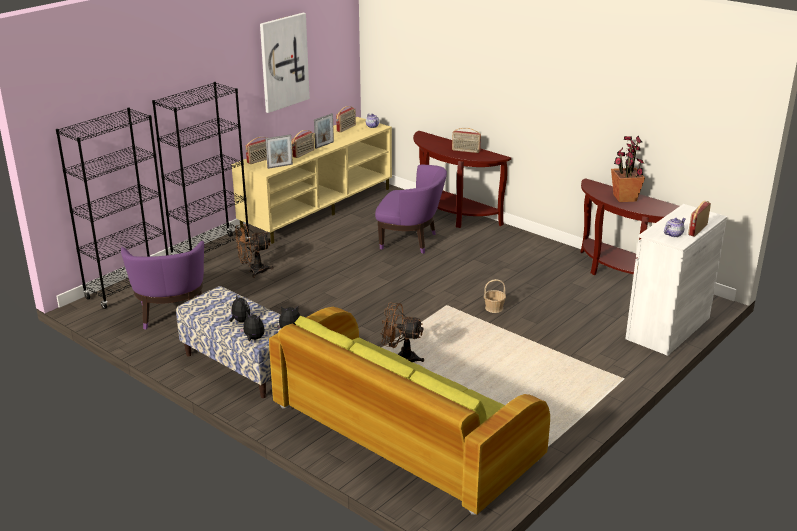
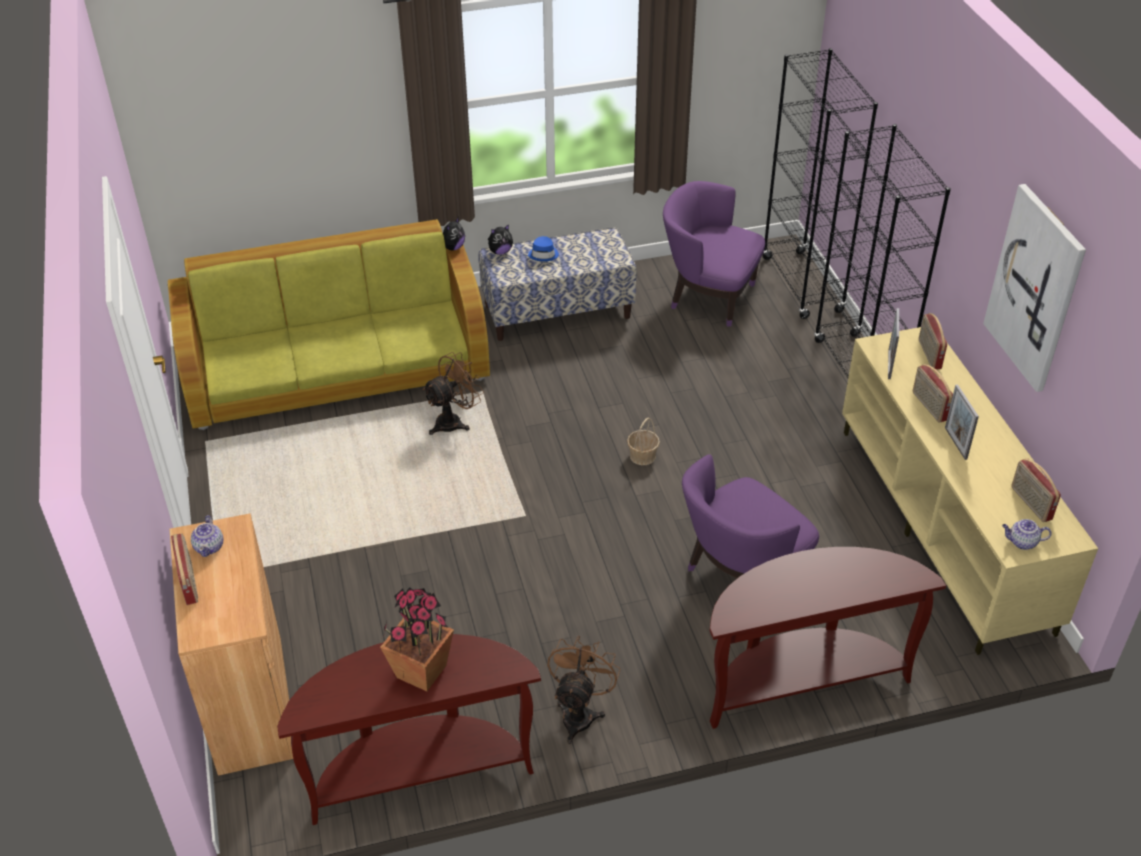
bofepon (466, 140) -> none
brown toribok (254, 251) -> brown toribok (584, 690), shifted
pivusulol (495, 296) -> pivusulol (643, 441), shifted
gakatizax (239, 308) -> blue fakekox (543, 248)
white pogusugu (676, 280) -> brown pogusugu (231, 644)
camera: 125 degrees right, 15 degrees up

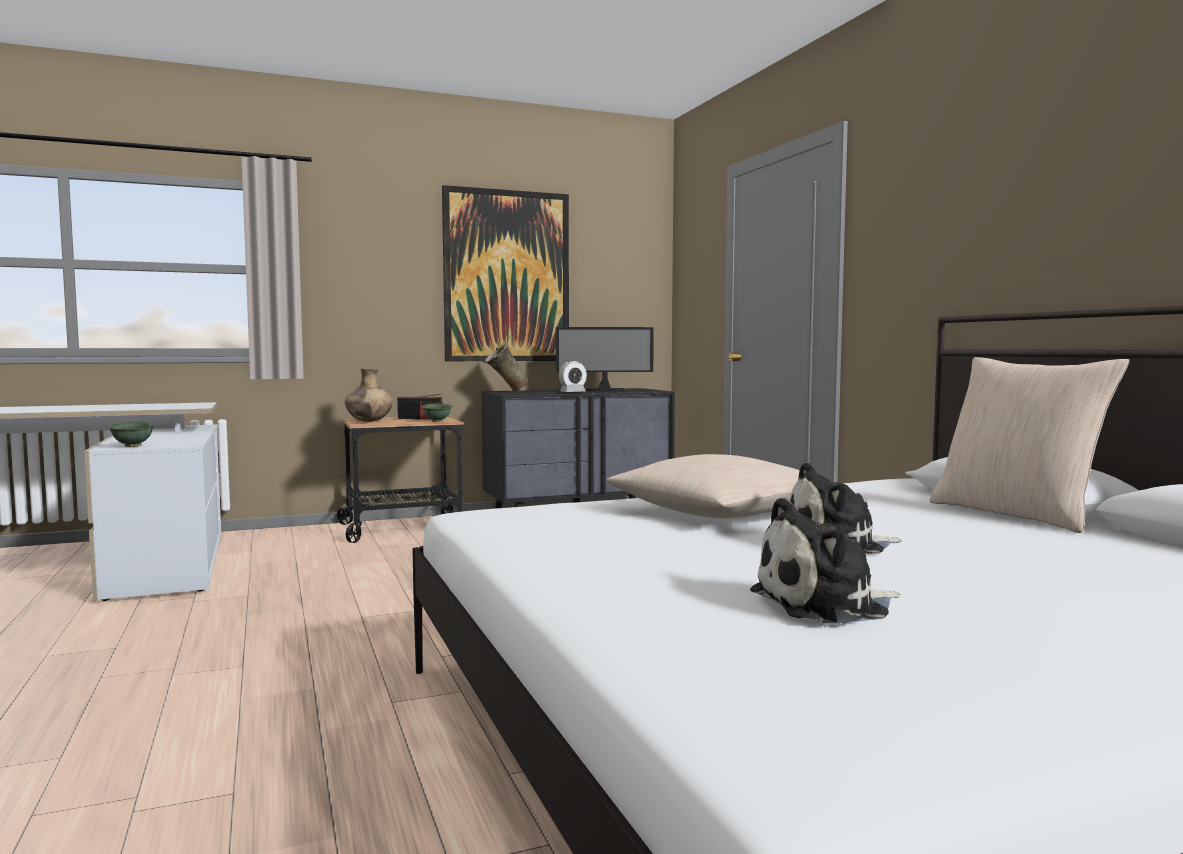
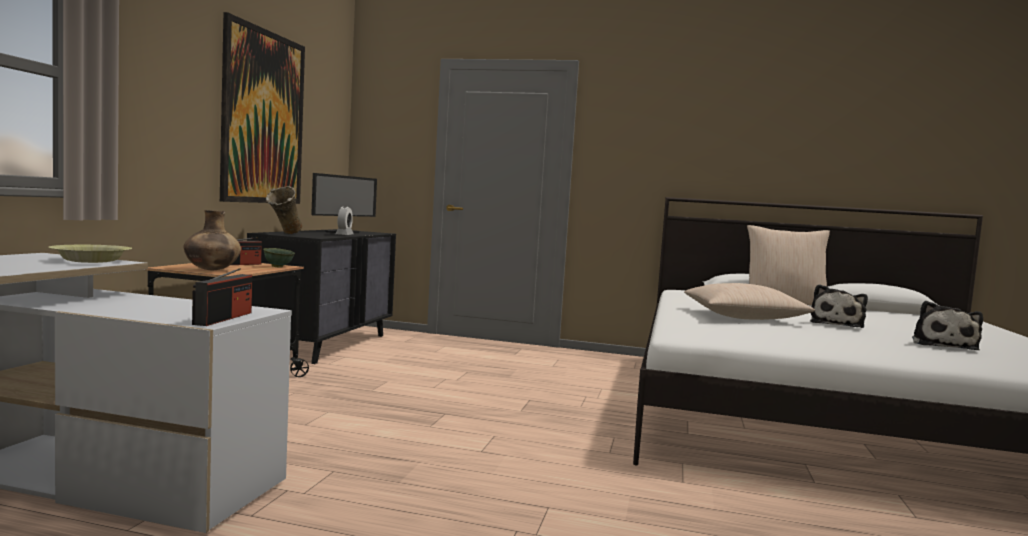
none -> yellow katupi (90, 254)
green katupi (131, 434) -> bofepon (222, 297)
camera: 55 degrees left, 0 degrees up

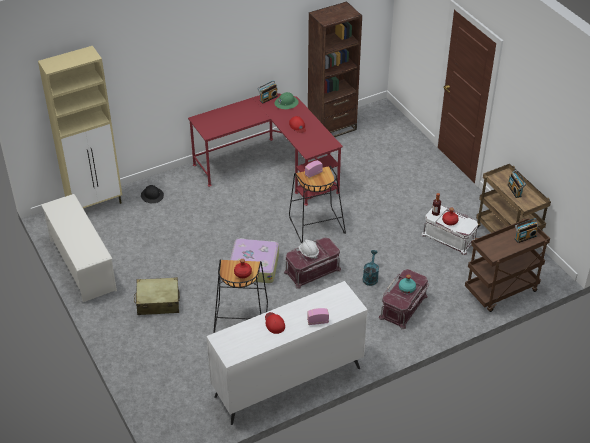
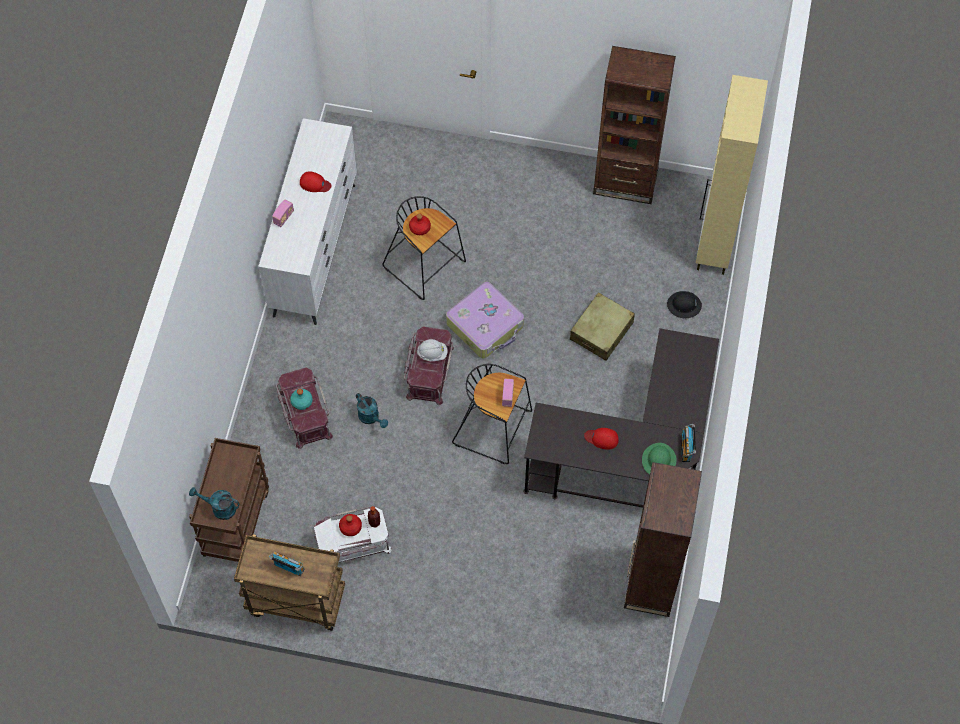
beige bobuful (157, 296) -> beige bobuful (602, 326), shifted
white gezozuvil (79, 248) -> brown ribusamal (634, 125)
bofepon (526, 230) -> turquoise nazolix (214, 503)
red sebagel (265, 149) -> black sebagel (621, 418)
camera: 130 degrees right, 20 degrees up

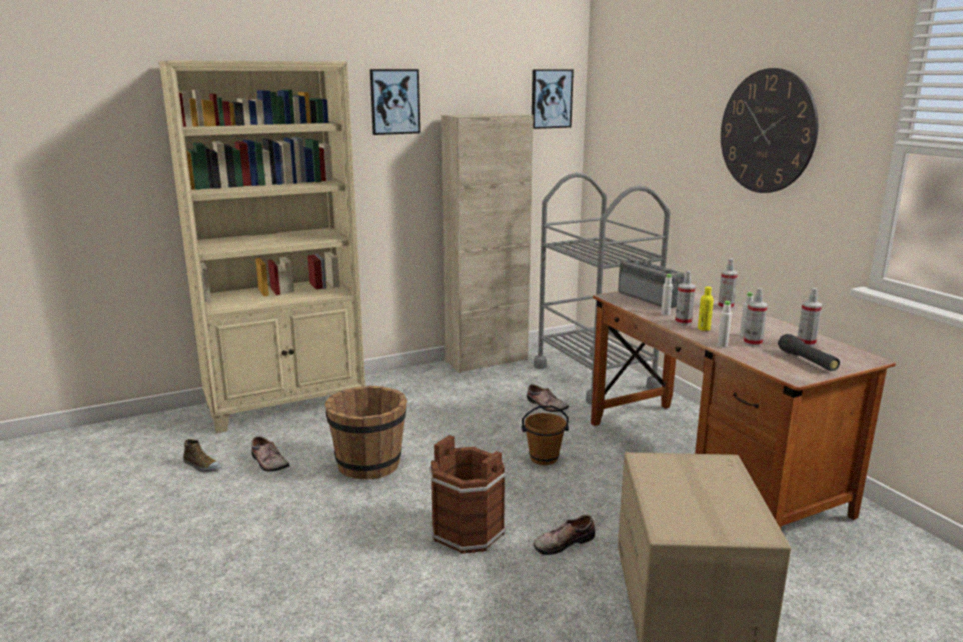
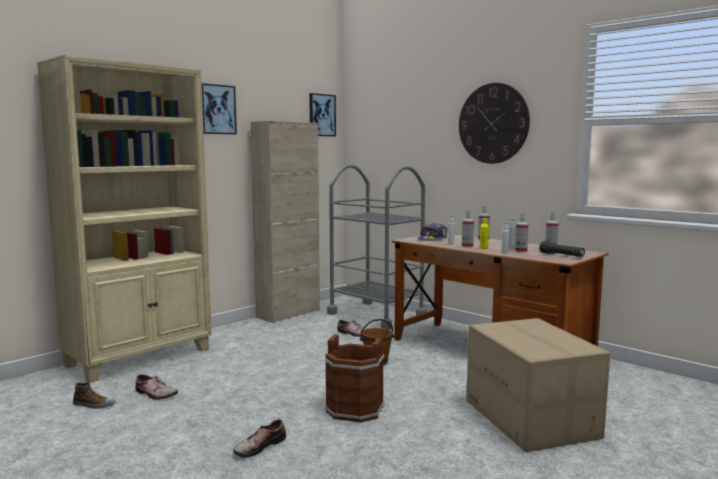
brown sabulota (366, 432) -> none
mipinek (564, 535) -> mipinek (259, 438), shifted
bofepon (651, 283) -> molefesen (433, 232)
camera: 20 degrees left, 10 degrees down

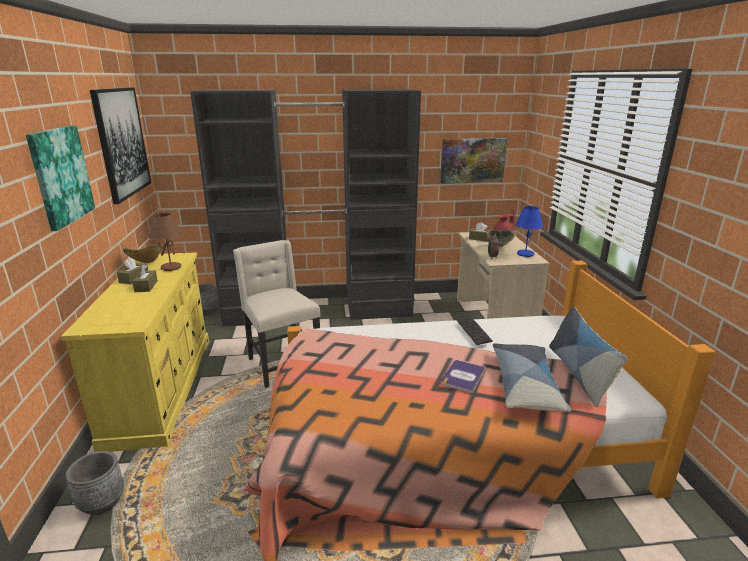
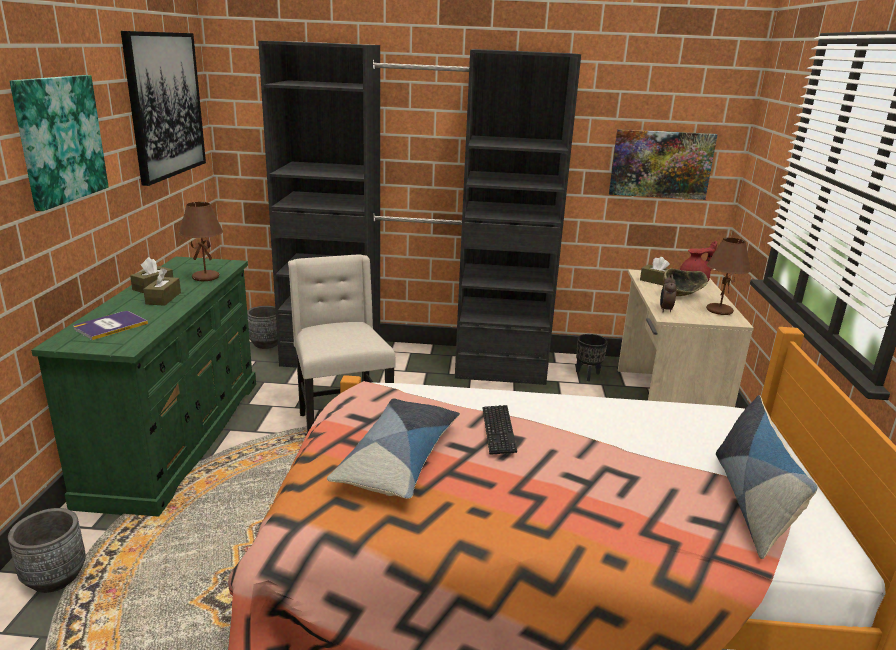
katupi (142, 253) -> none
none -> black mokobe (592, 357)
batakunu (463, 376) -> batakunu (111, 325), shifted
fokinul (474, 330) -> fokinul (499, 430), shifted
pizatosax (532, 377) -> pizatosax (393, 448), shifted
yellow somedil (135, 352) -> green somedil (143, 387)
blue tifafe (529, 231) -> brown tifafe (728, 276)
camera: 10 degrees right, 0 degrees up

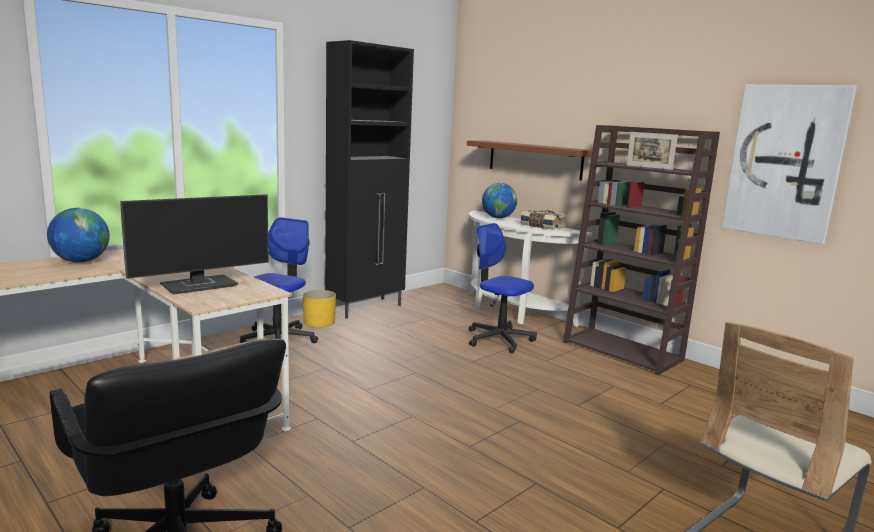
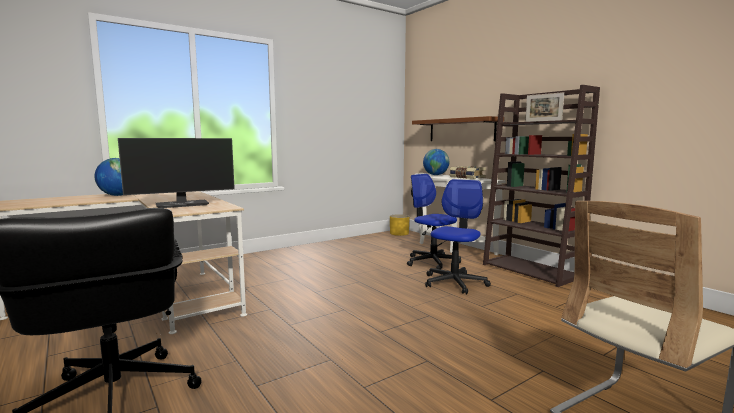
black pogusugu (369, 179) -> none
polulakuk (789, 164) -> none
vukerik (279, 280) -> vukerik (458, 236), shifted
yellow mokobe (319, 308) -> yellow mokobe (400, 225), shifted
camera: 10 degrees right, 5 degrees down

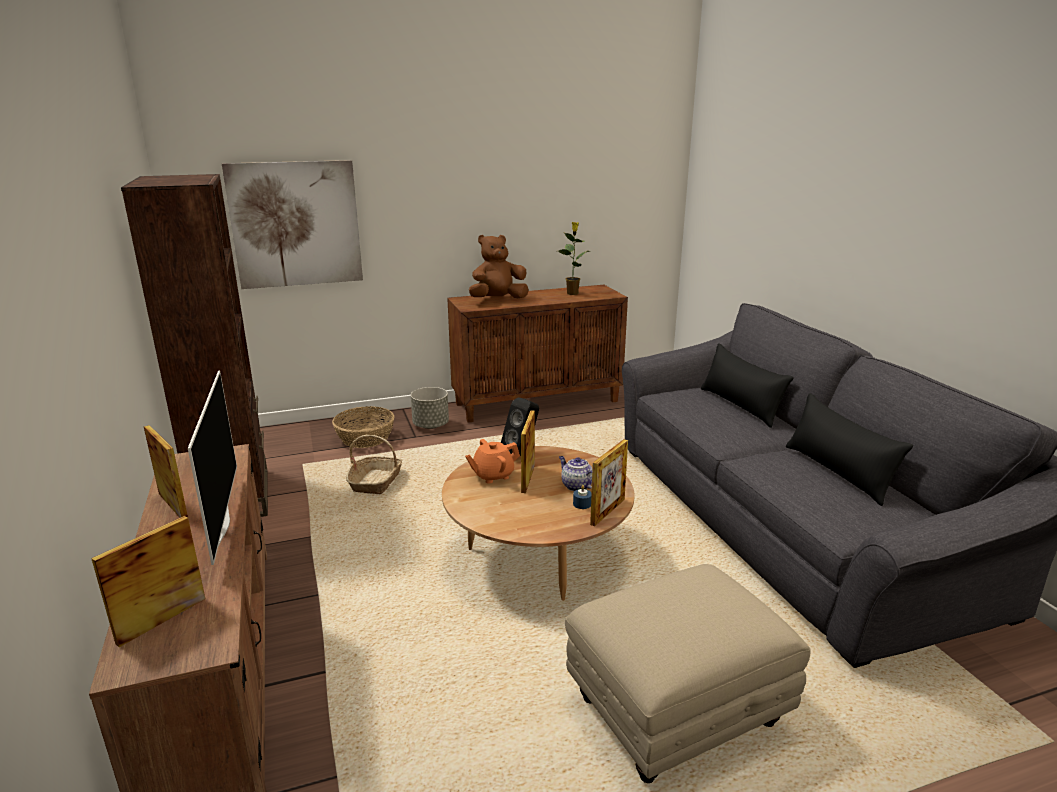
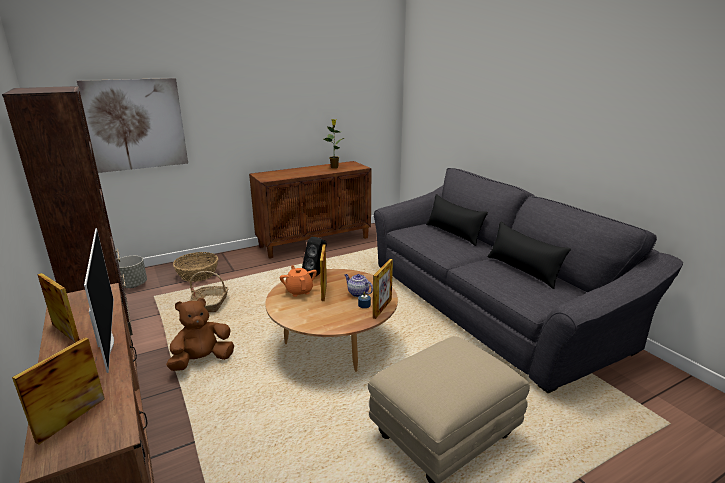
grey mokobe (430, 408) -> grey mokobe (132, 272), shifted
brown gakatizax (499, 267) -> brown gakatizax (200, 334), shifted
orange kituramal (492, 461) -> orange kituramal (298, 281), 105 degrees clockwise
camera: 10 degrees left, 0 degrees up

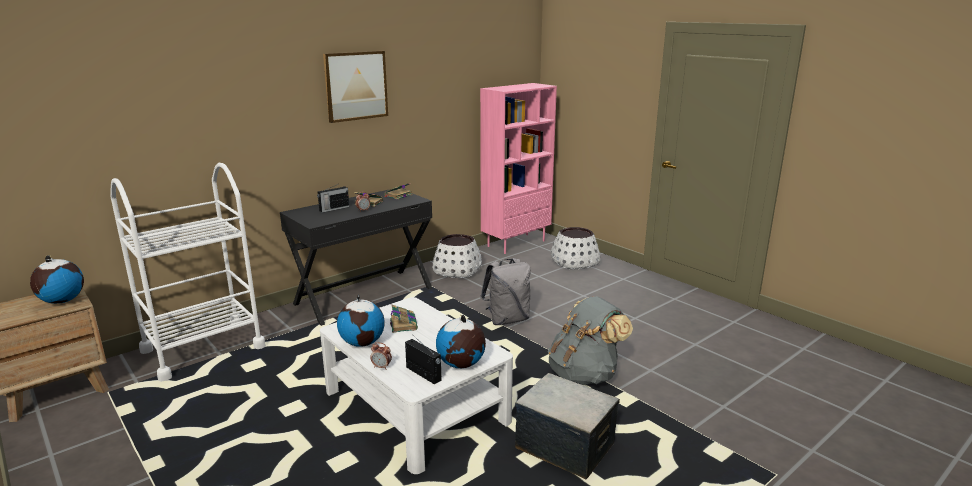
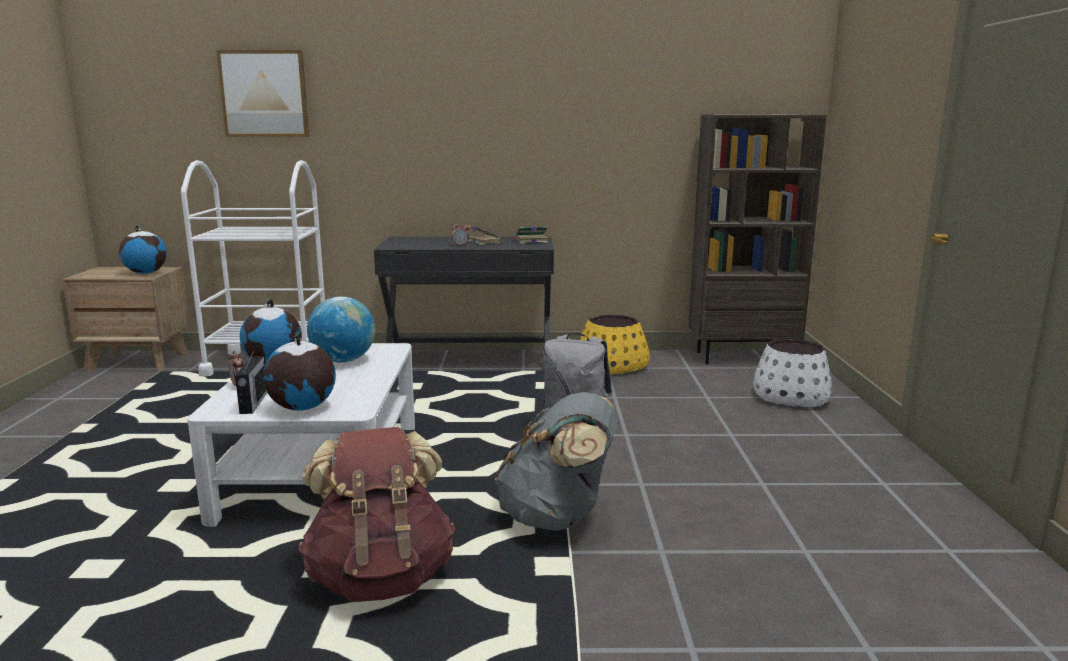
bofepon (333, 198) -> none
polulakuk (355, 87) -> polulakuk (262, 93), shifted
batakunu (404, 319) -> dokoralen (341, 329)
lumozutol (567, 426) -> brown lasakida (377, 514)
white mokobe (457, 256) -> yellow mokobe (614, 344)
pink ribusamal (518, 168) -> brown ribusamal (758, 239)
camera: 40 degrees right, 5 degrees down

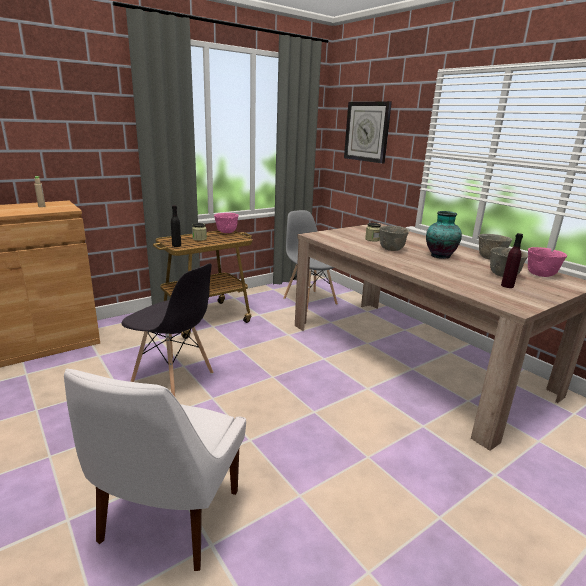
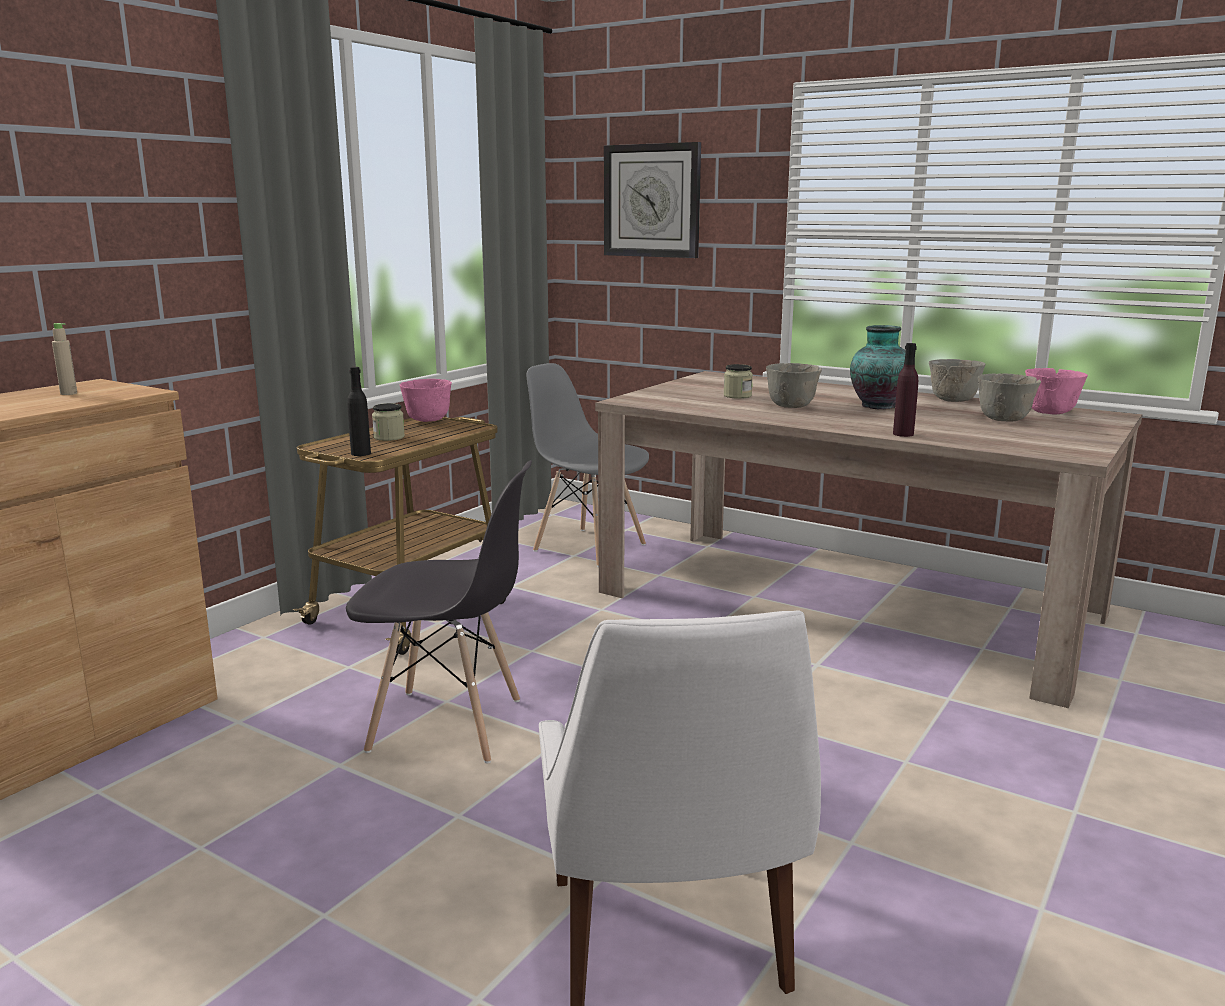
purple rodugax (512, 260) -> purple rodugax (905, 390), shifted
camera: 20 degrees left, 5 degrees down

